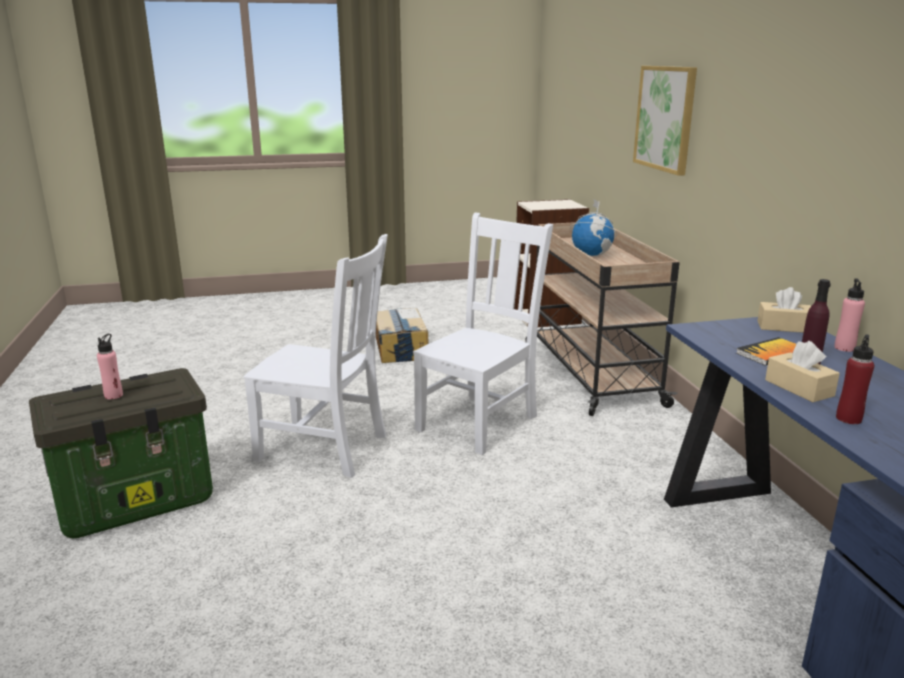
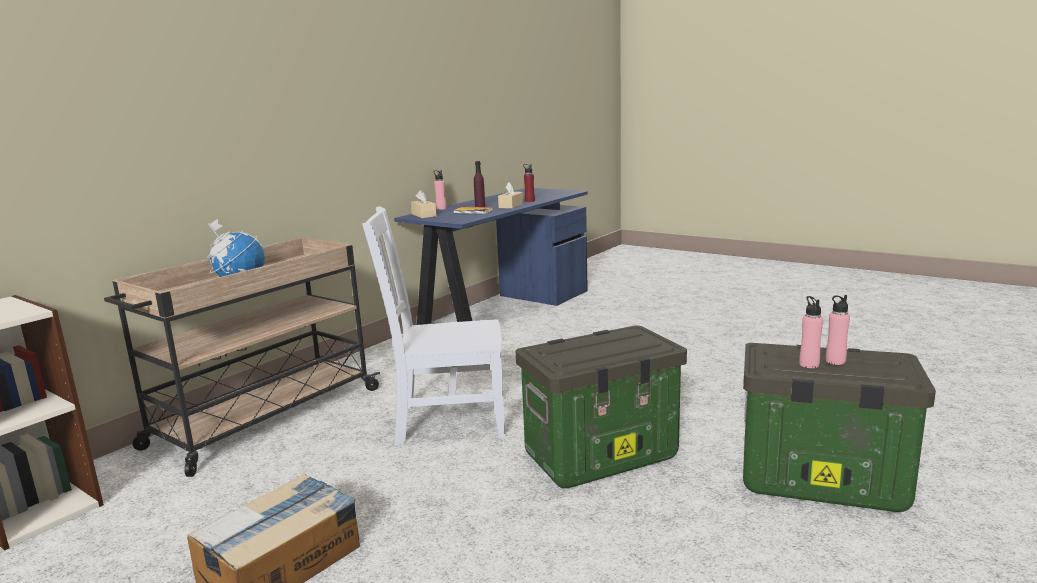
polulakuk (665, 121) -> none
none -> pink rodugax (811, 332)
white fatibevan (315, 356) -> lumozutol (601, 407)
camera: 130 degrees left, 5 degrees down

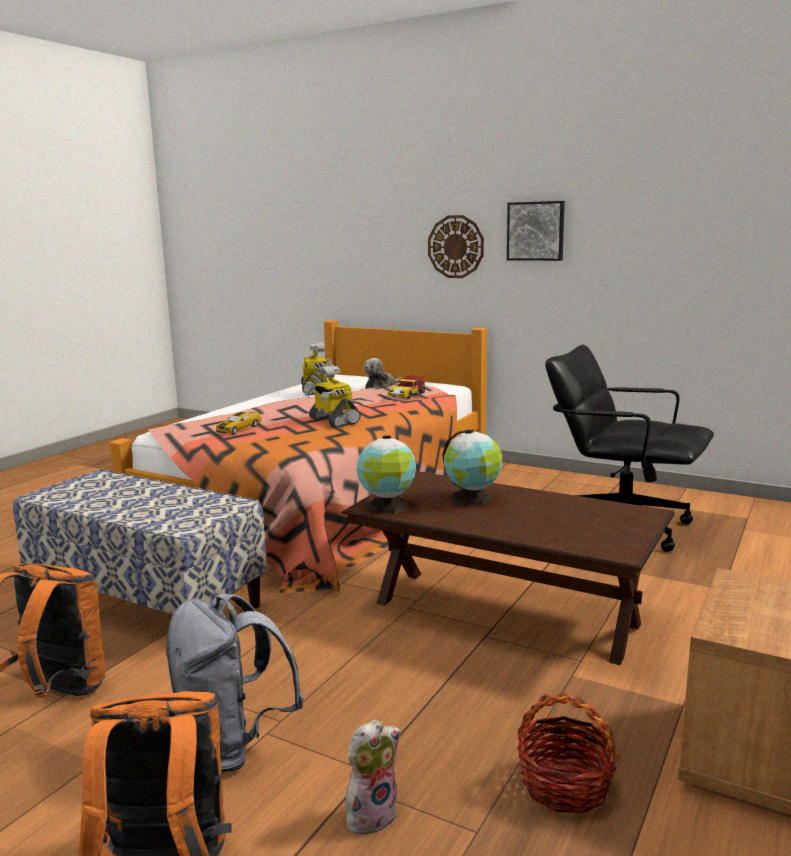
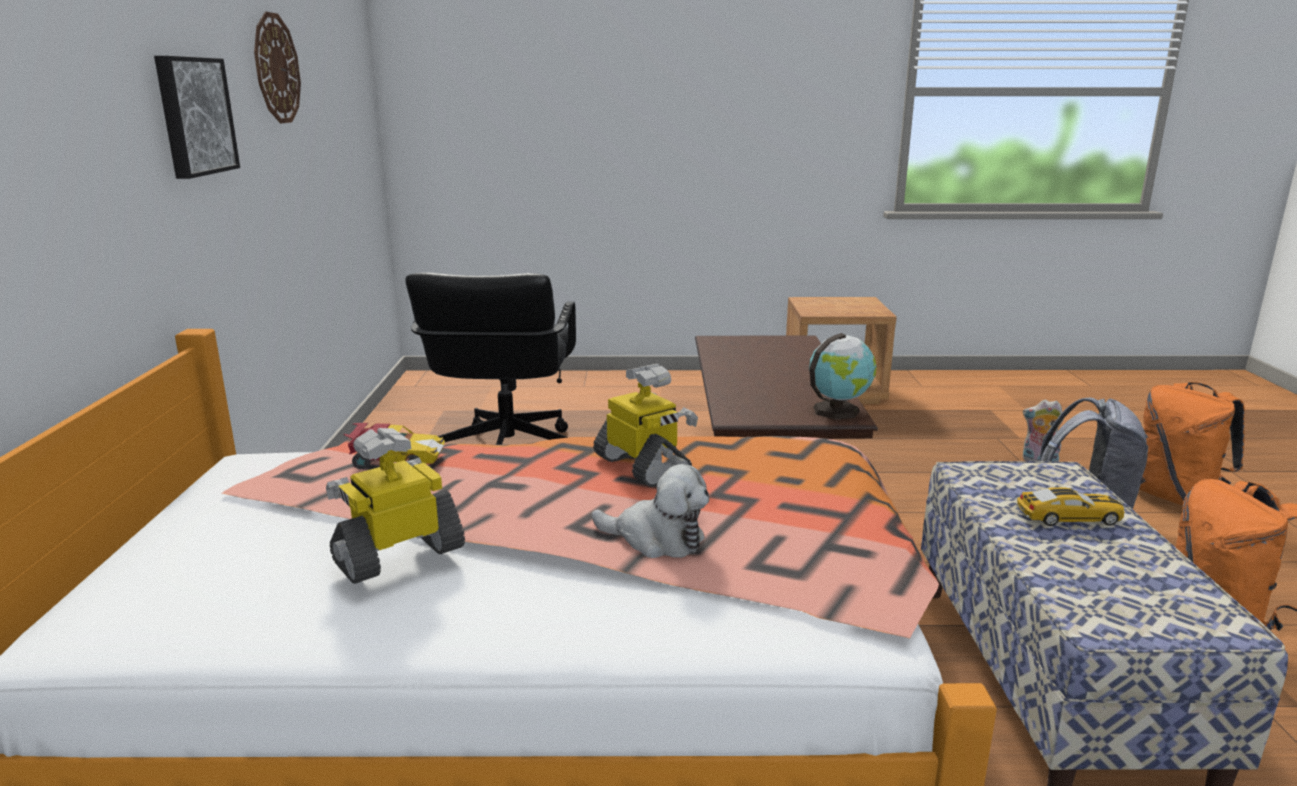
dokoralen (472, 468) -> none
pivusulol (568, 753) -> none
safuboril (239, 423) -> safuboril (1070, 506), shifted
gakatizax (383, 373) -> gakatizax (650, 511), shifted
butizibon (456, 246) -> butizibon (277, 67), shifted
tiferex (332, 396) -> tiferex (645, 425), 60 degrees counterclockwise
camera: 120 degrees left, 5 degrees up

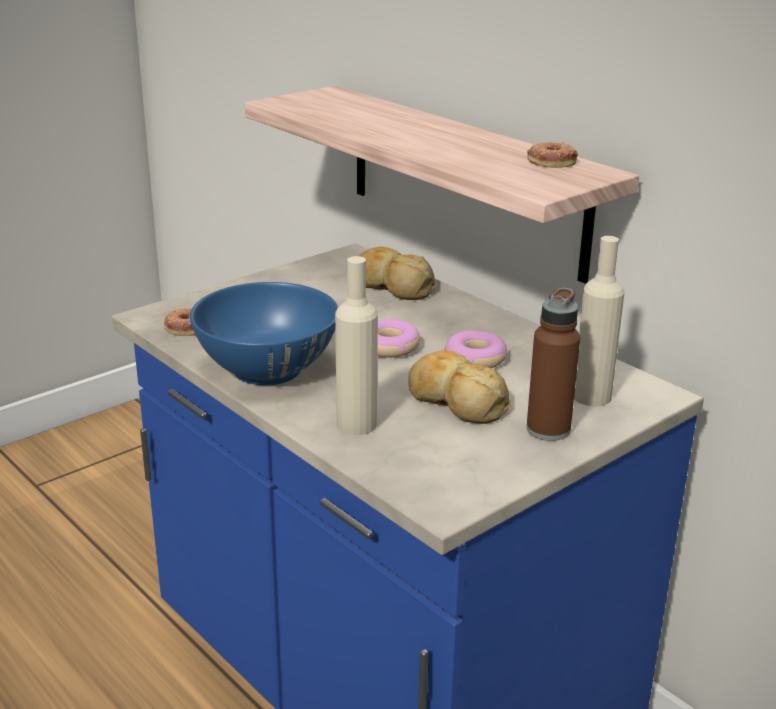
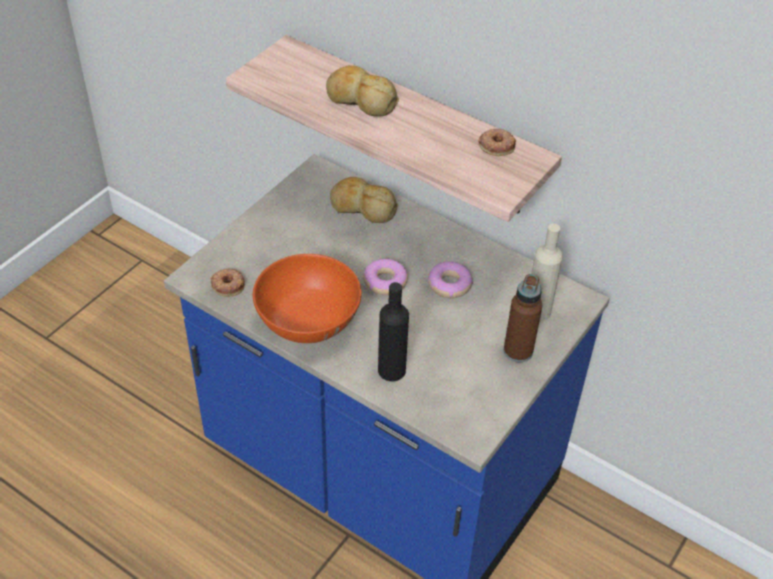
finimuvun (460, 387) -> finimuvun (362, 90), shifted
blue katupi (264, 333) -> orange katupi (307, 298)
beige rodugax (356, 345) -> black rodugax (393, 331)
camera: 15 degrees left, 20 degrees up

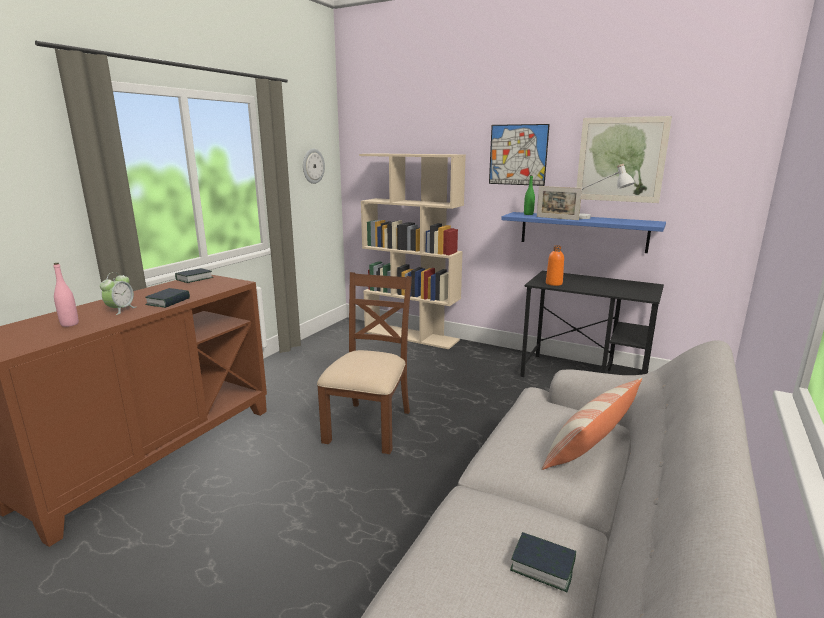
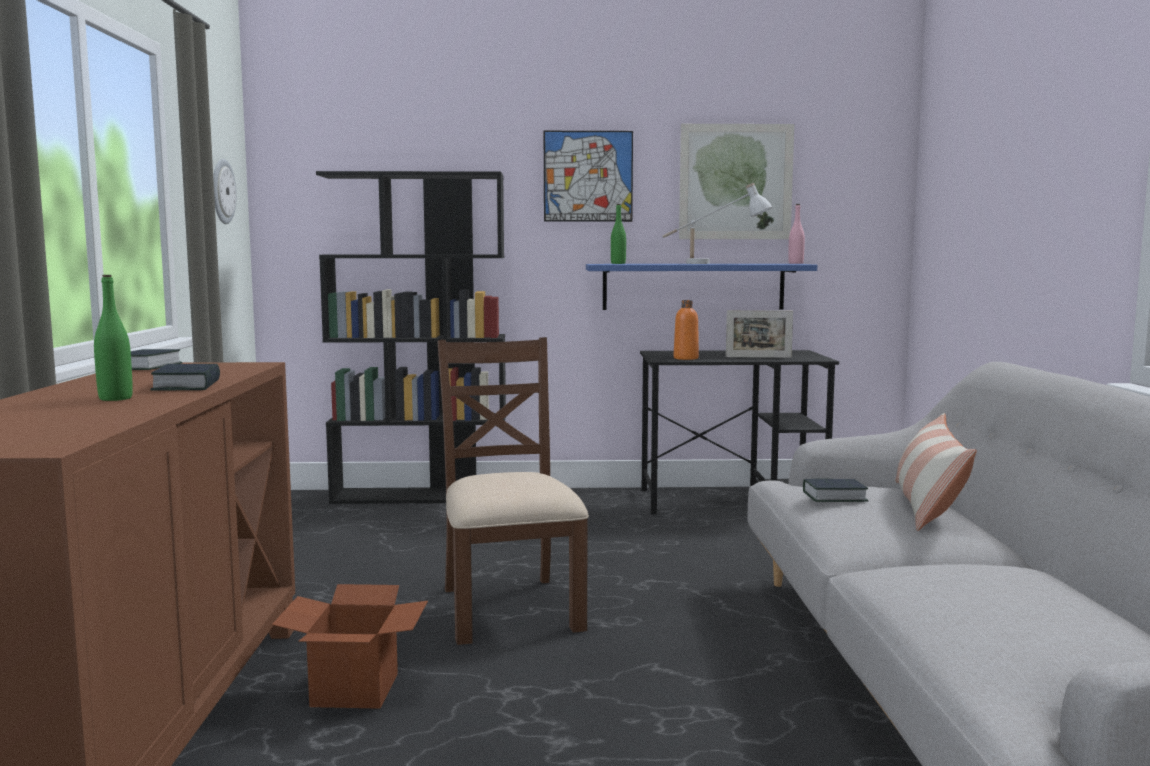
none -> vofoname (350, 646)
pink rodugax (66, 295) -> pink rodugax (796, 234), shifted
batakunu (543, 562) -> batakunu (835, 490), shifted
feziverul (559, 203) -> feziverul (759, 334), shifted
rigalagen (118, 293) -> green rodugax (113, 338)
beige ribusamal (412, 251) -> black ribusamal (411, 337)
camera: 30 degrees left, 10 degrees down

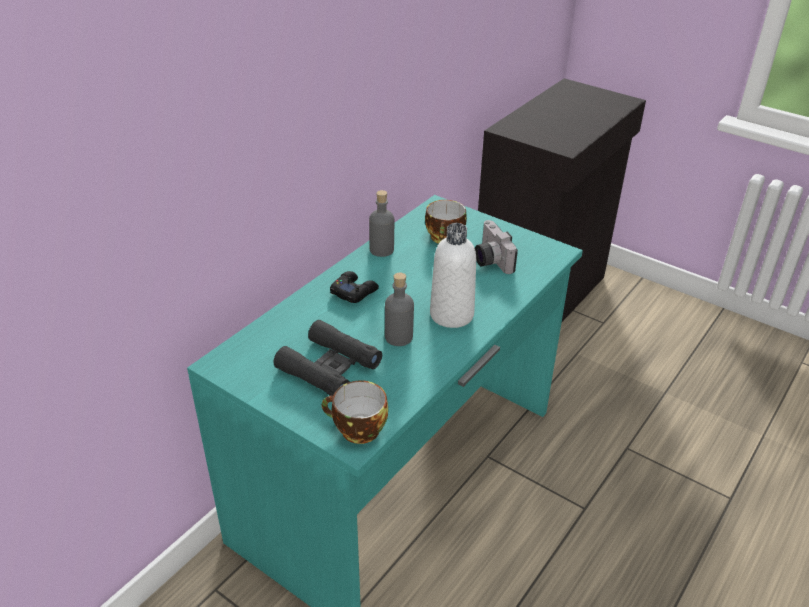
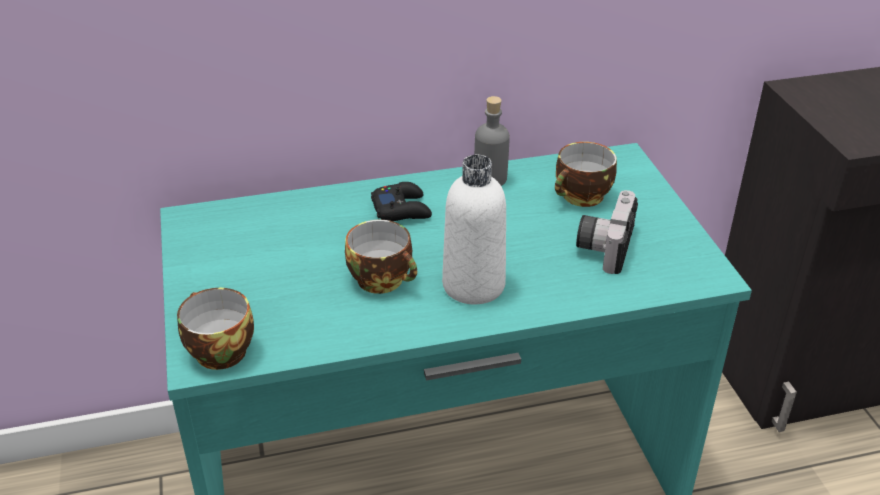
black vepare (328, 358) -> none
grey rodugax (399, 309) -> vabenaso (381, 257)
camera: 40 degrees right, 0 degrees up

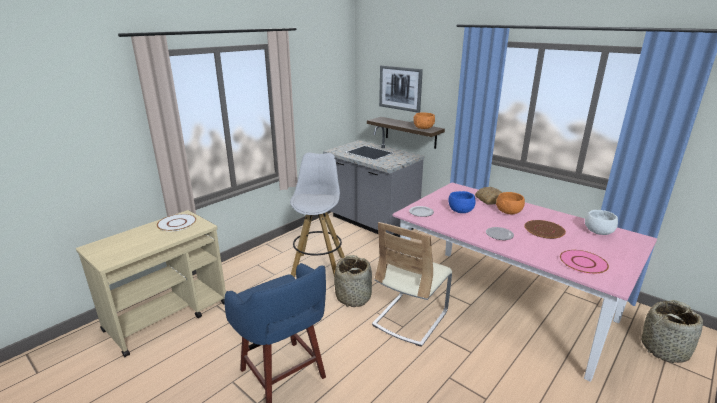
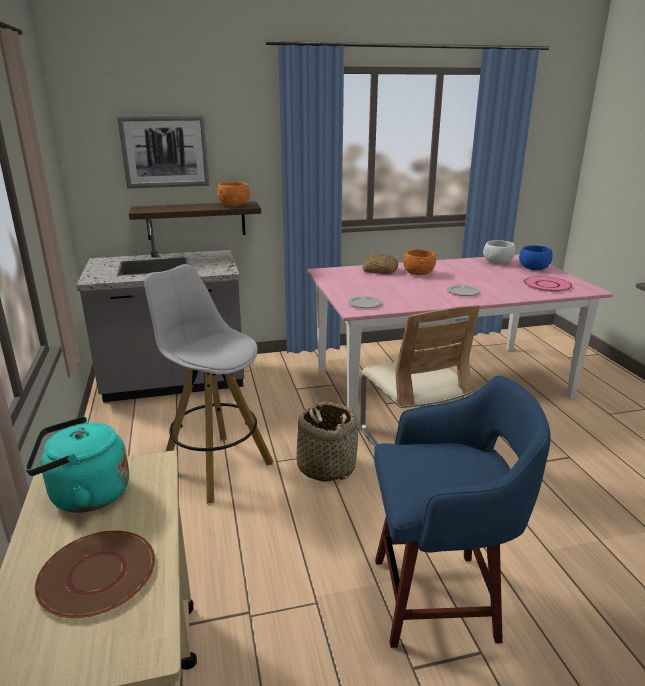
pivusulol (672, 331) -> none
blue katupi (462, 202) -> blue katupi (536, 257), shifted
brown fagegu (545, 229) -> brown fagegu (95, 574), shifted
white fagegu (176, 222) -> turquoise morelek (77, 464)
camera: 55 degrees left, 0 degrees up

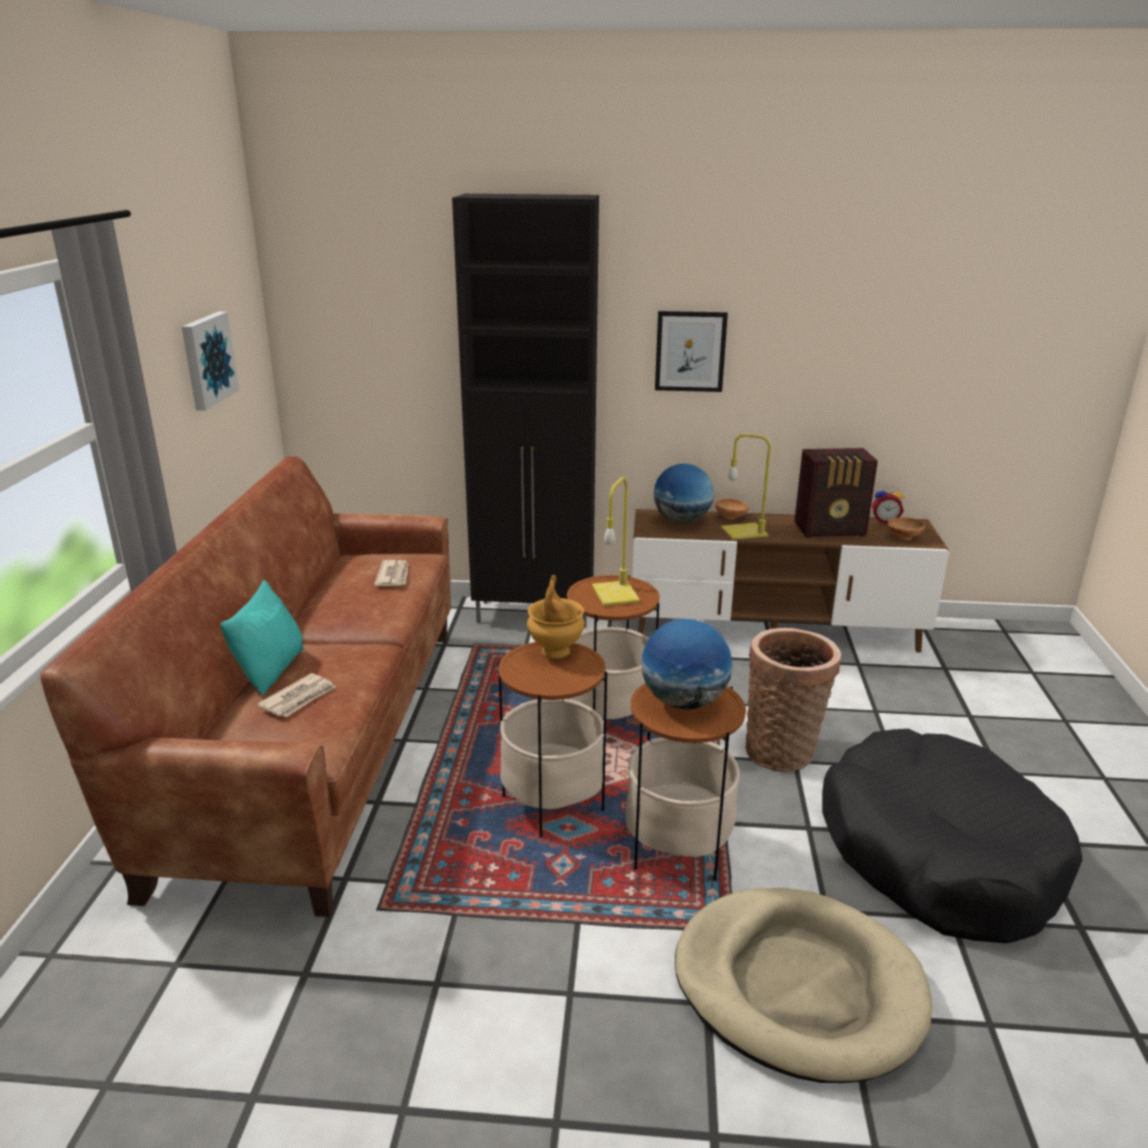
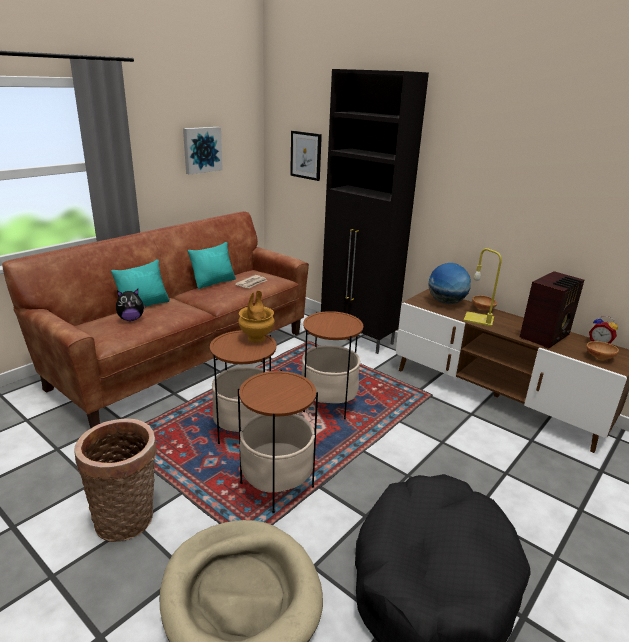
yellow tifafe (616, 541) -> none
dokoralen (687, 664) -> none
none -> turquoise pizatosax (212, 265)
polulakuk (691, 351) -> polulakuk (306, 156), shifted
pivusulol (793, 700) -> pivusulol (115, 480), shifted
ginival (296, 695) -> gakatizax (131, 305)
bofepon (836, 493) -> bofepon (552, 310), 75 degrees counterclockwise
camera: 35 degrees right, 0 degrees up

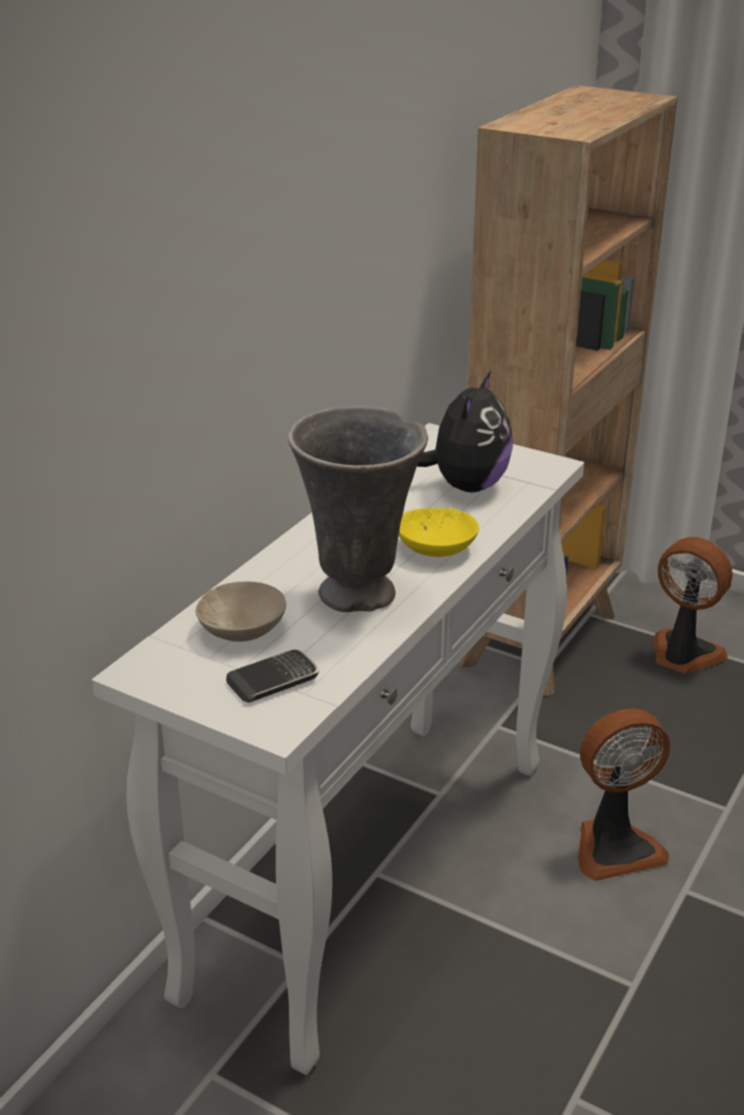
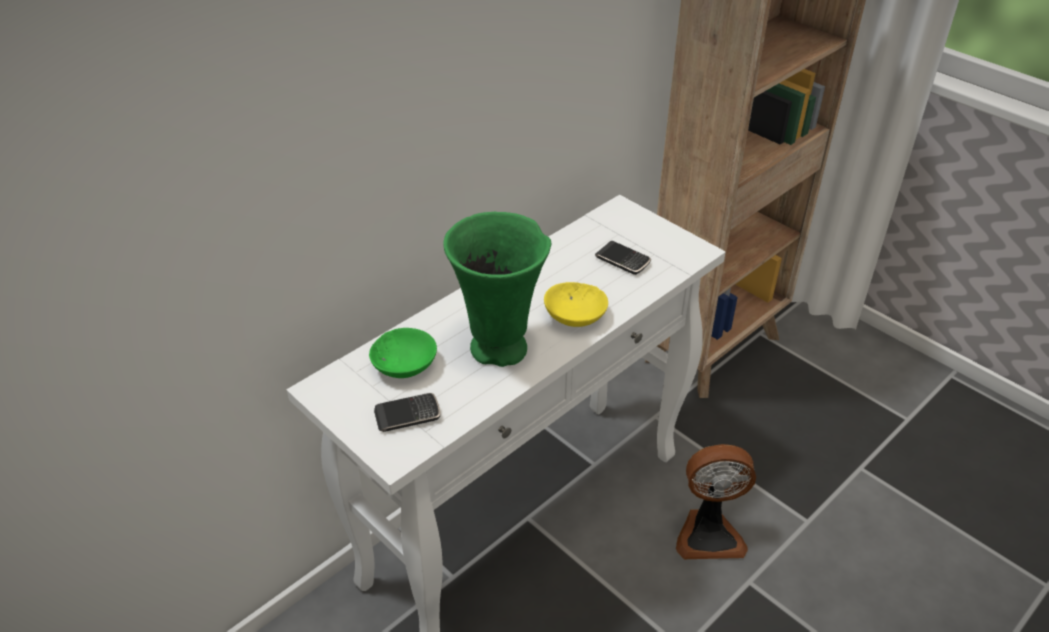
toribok (693, 605) -> none
gakatizax (465, 432) -> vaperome (623, 258)
beige katupi (241, 611) -> green katupi (403, 353)
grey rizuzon (358, 509) -> green rizuzon (497, 289)
camera: 15 degrees right, 10 degrees up

